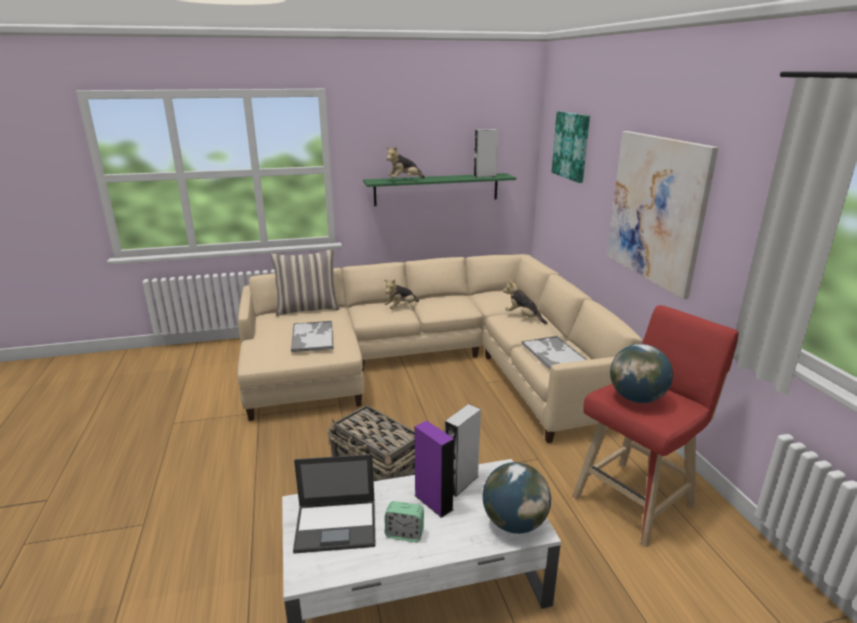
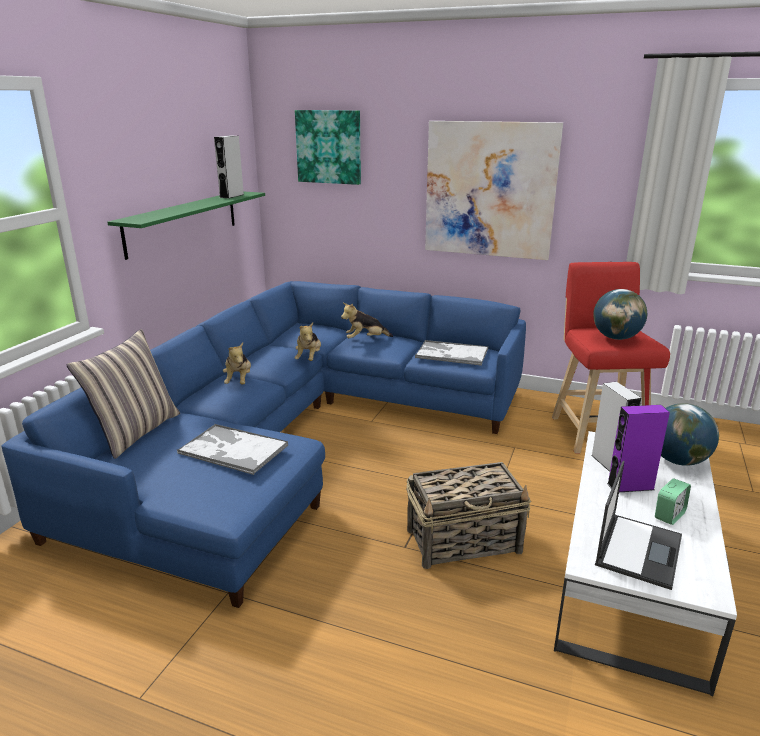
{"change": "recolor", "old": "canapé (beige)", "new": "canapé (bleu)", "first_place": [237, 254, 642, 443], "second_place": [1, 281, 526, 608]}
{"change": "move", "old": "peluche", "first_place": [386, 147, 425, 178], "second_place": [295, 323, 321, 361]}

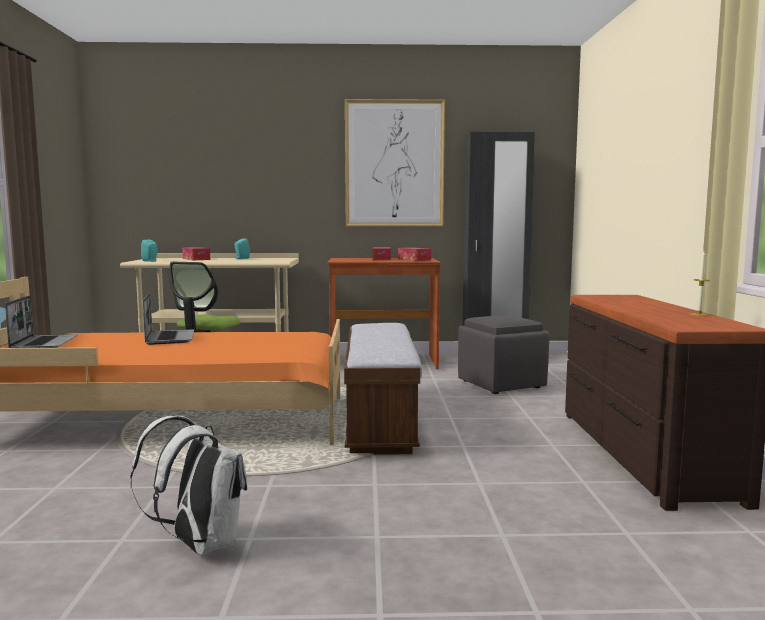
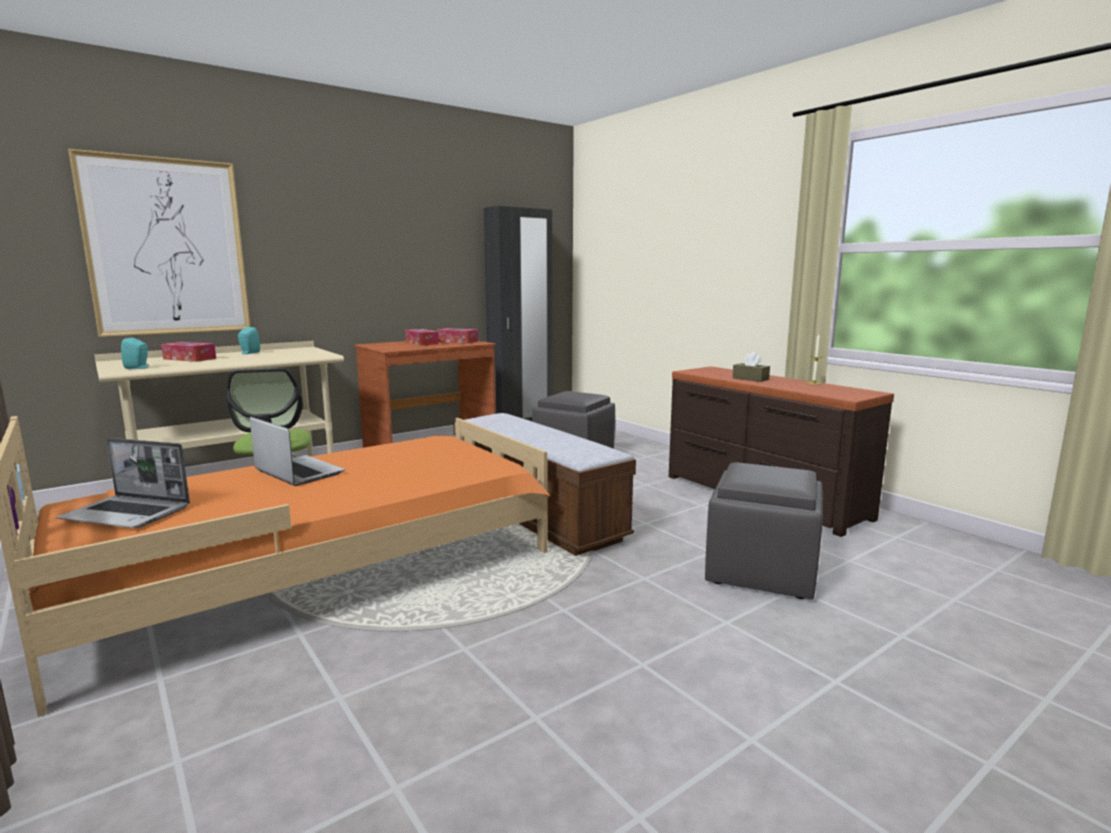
{"change": "rotate", "old": "ordinateur portable", "first_place": [5, 295, 78, 348], "second_place": [56, 438, 190, 528], "degrees": 150}
{"change": "delete", "old": "sac à dos (blanc)", "first_place": [130, 416, 247, 555]}
{"change": "move", "old": "tableau", "first_place": [345, 99, 445, 226], "second_place": [68, 149, 250, 337]}
{"change": "insert", "new": "pouf (gris)", "second_place": [705, 462, 823, 599]}
{"change": "insert", "new": "boîte à mouchoirs (marron)", "second_place": [732, 352, 770, 382]}

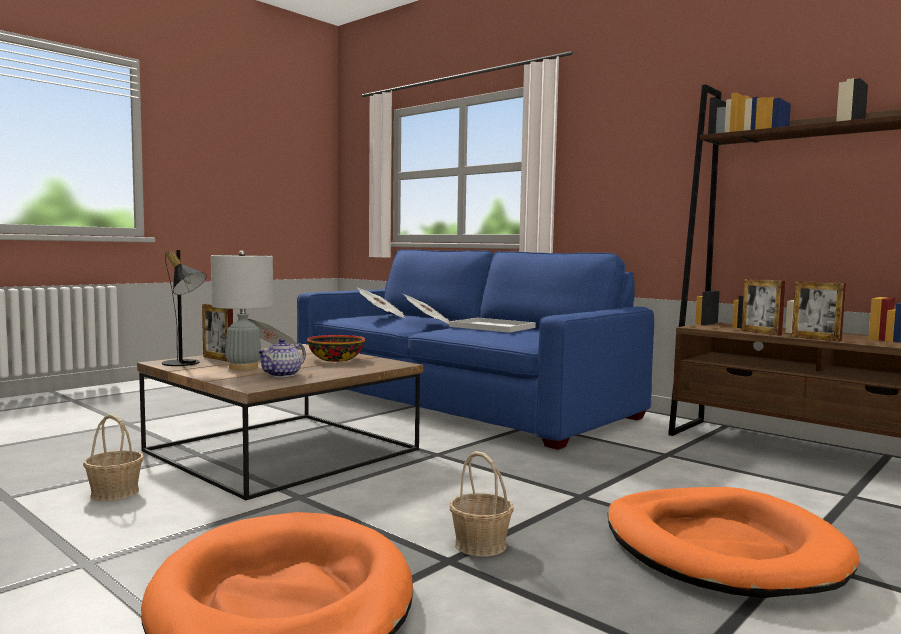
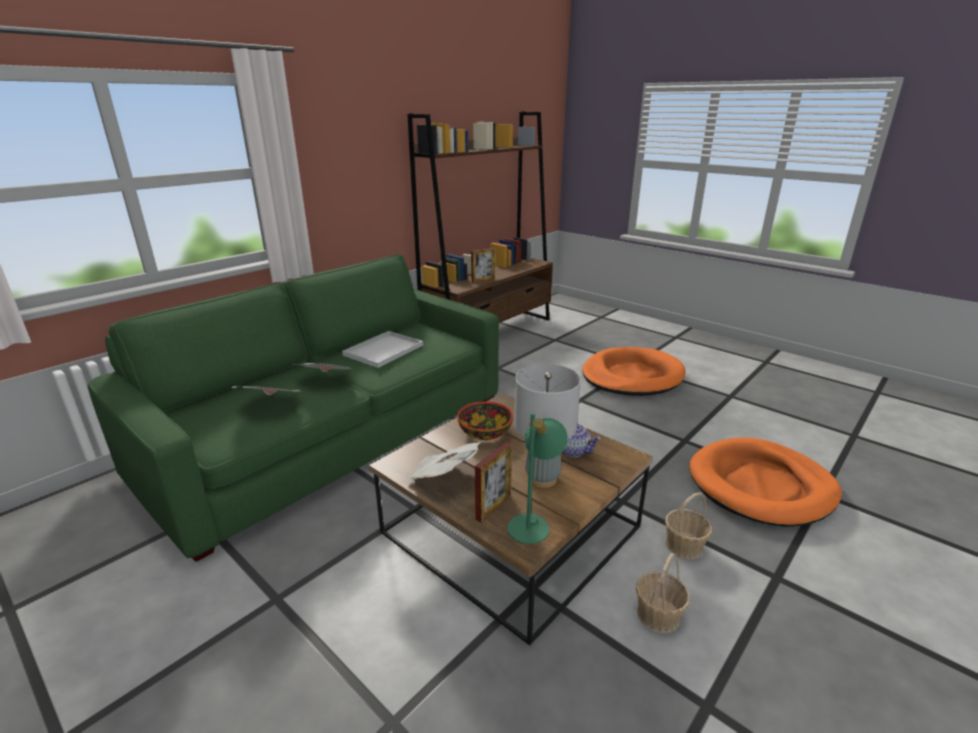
{"change": "recolor", "old": "lampe de table (noir)", "new": "lampe de table (vert)", "first_place": [162, 250, 207, 366], "second_place": [507, 413, 568, 544]}
{"change": "recolor", "old": "canapé (bleu)", "new": "canapé (vert)", "first_place": [297, 249, 654, 450], "second_place": [88, 254, 499, 562]}
{"change": "move", "old": "panier", "first_place": [450, 451, 514, 557], "second_place": [665, 492, 712, 559]}
{"change": "delete", "old": "cadre photo", "first_place": [792, 281, 846, 342]}

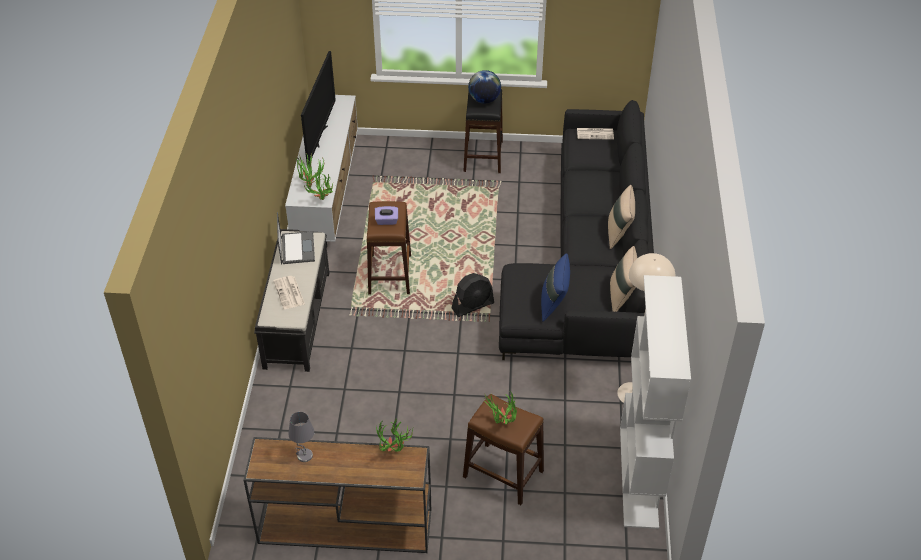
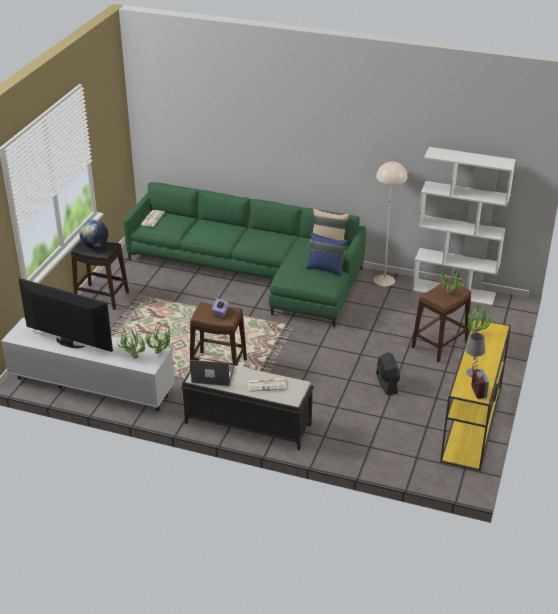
{"change": "recolor", "old": "table console (marron)", "new": "table console (jaune)", "first_place": [243, 437, 431, 553], "second_place": [440, 318, 511, 471]}
{"change": "move", "old": "ventilateur (noir)", "first_place": [452, 273, 494, 317], "second_place": [376, 352, 400, 395]}
{"change": "recolor", "old": "canapé (noir)", "new": "canapé (vert)", "first_place": [499, 100, 654, 360], "second_place": [124, 182, 366, 327]}
{"change": "delete", "old": "coussin (beige)", "first_place": [608, 185, 635, 249]}
{"change": "insert", "new": "réveil", "second_place": [471, 369, 489, 399]}

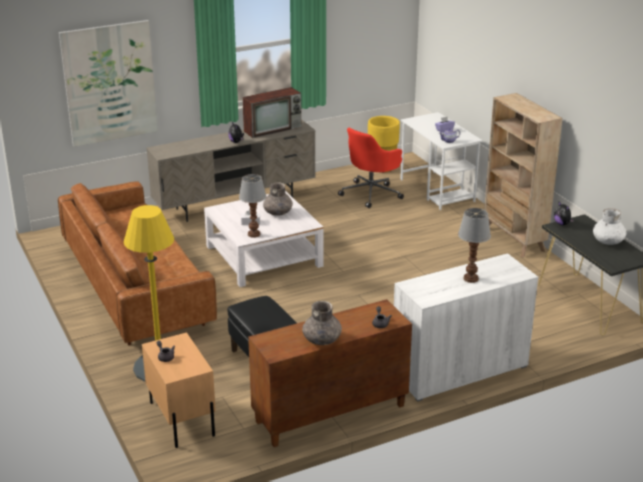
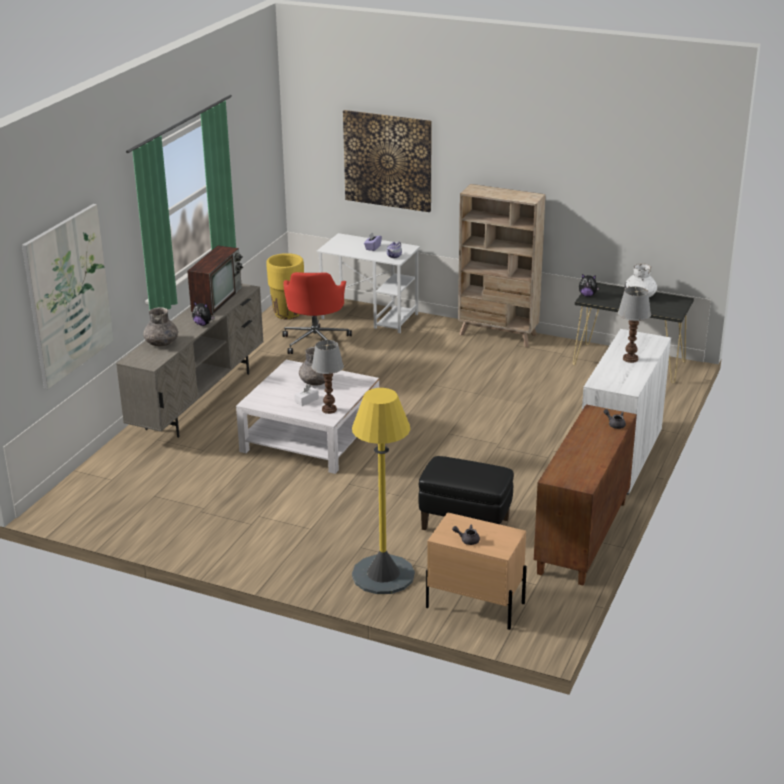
{"change": "delete", "old": "canapé (marron)", "first_place": [58, 181, 217, 345]}
{"change": "move", "old": "vase (gris)", "first_place": [302, 301, 342, 345], "second_place": [143, 307, 178, 346]}
{"change": "insert", "new": "tableau", "second_place": [343, 110, 432, 212]}

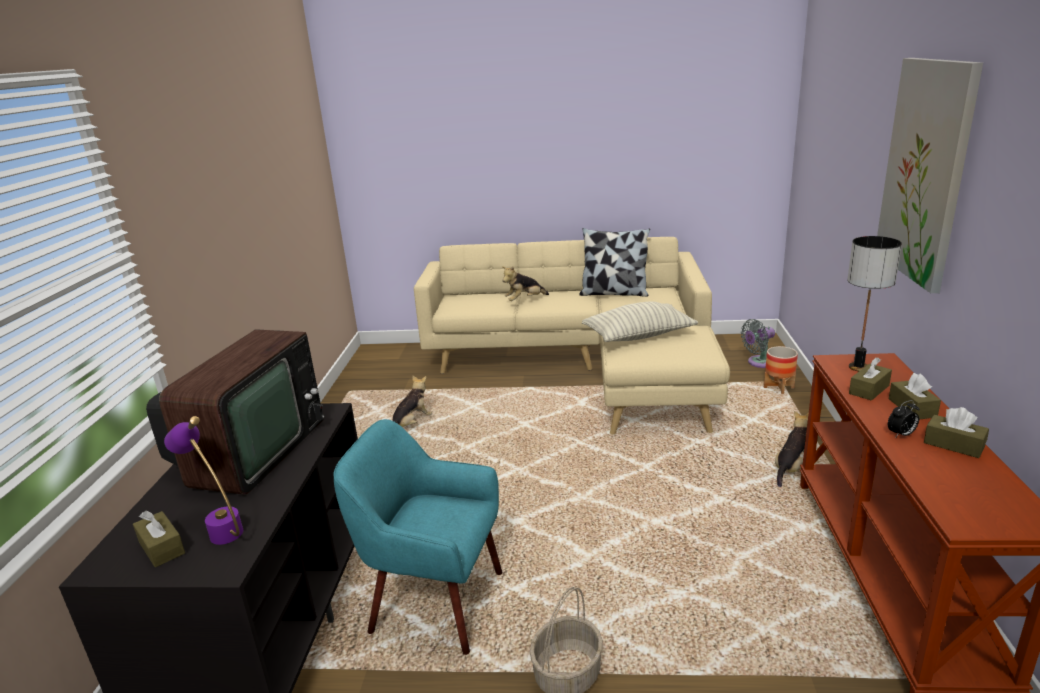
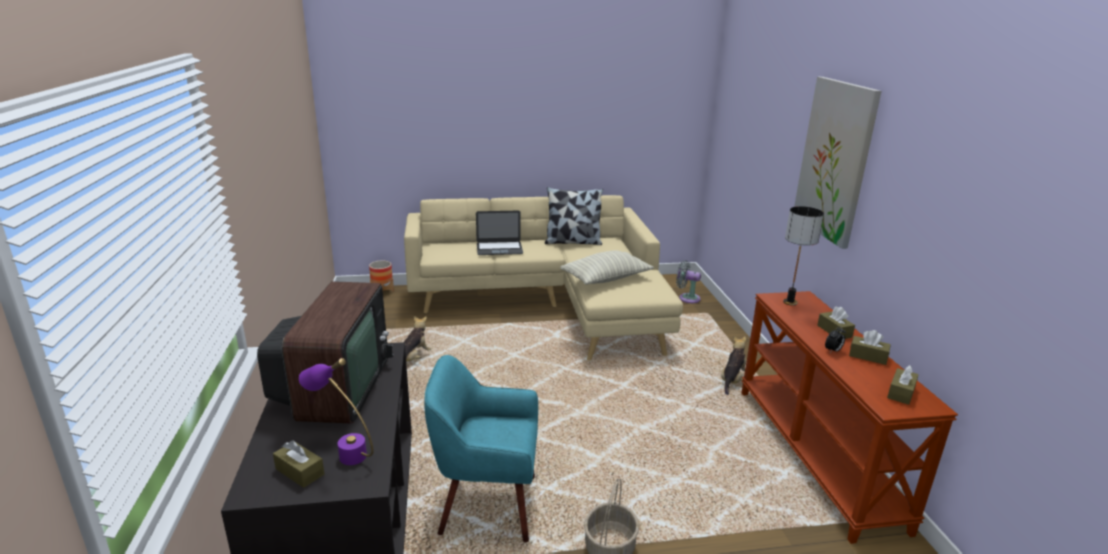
{"change": "replace", "old": "peluche", "new": "ordinateur portable", "first_place": [502, 266, 549, 301], "second_place": [476, 211, 523, 255]}
{"change": "rotate", "old": "ventilateur (gris)", "first_place": [741, 319, 775, 368], "second_place": [676, 260, 701, 303], "degrees": 60}
{"change": "move", "old": "cache-pot", "first_place": [764, 346, 798, 394], "second_place": [369, 260, 394, 292]}
{"change": "move", "old": "boîte à mouchoirs (marron)", "first_place": [849, 357, 892, 401], "second_place": [887, 365, 919, 405]}

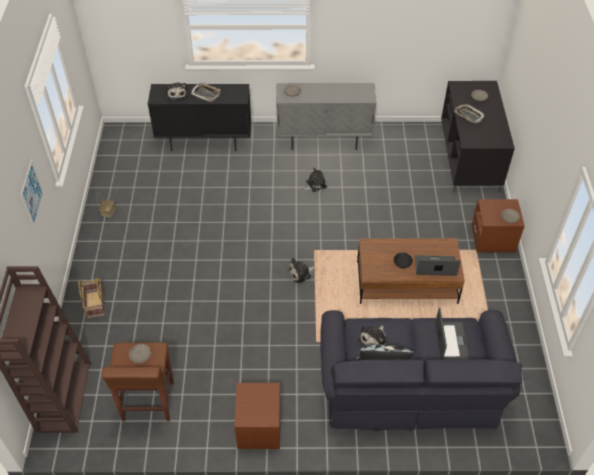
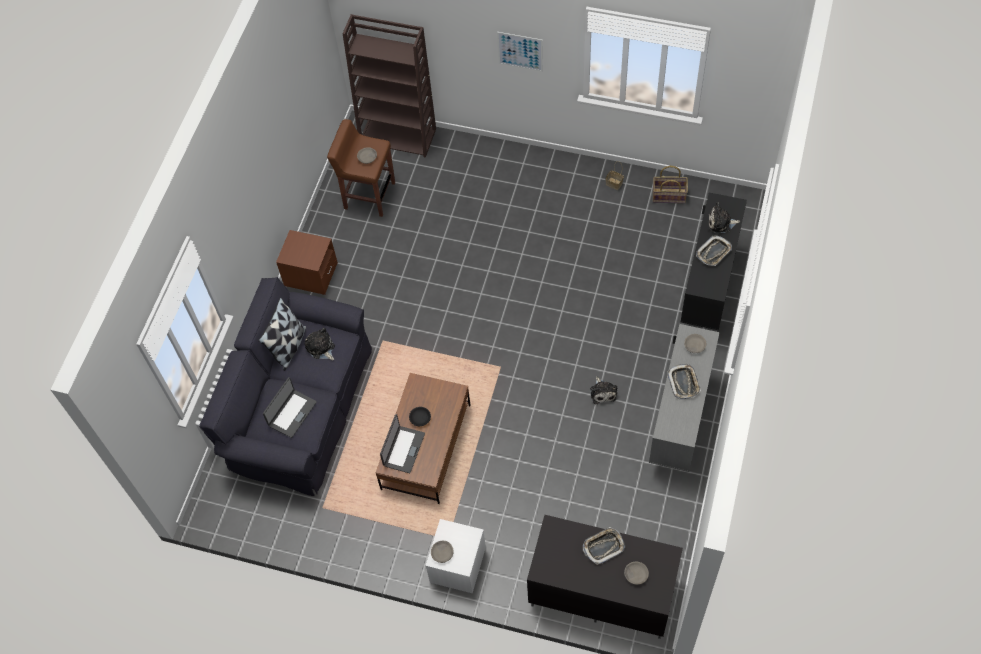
{"change": "move", "old": "panier", "first_place": [78, 278, 105, 318], "second_place": [653, 166, 688, 203]}
{"change": "delete", "old": "peluche", "first_place": [288, 257, 315, 283]}
{"change": "rotate", "old": "ordinateur portable", "first_place": [435, 308, 469, 360], "second_place": [263, 377, 317, 438], "degrees": -75}
{"change": "recolor", "old": "table de chevet (marron)", "new": "table de chevet (blanc)", "first_place": [471, 199, 525, 253], "second_place": [425, 519, 486, 593]}
{"change": "insert", "new": "plateau", "second_place": [667, 364, 701, 399]}

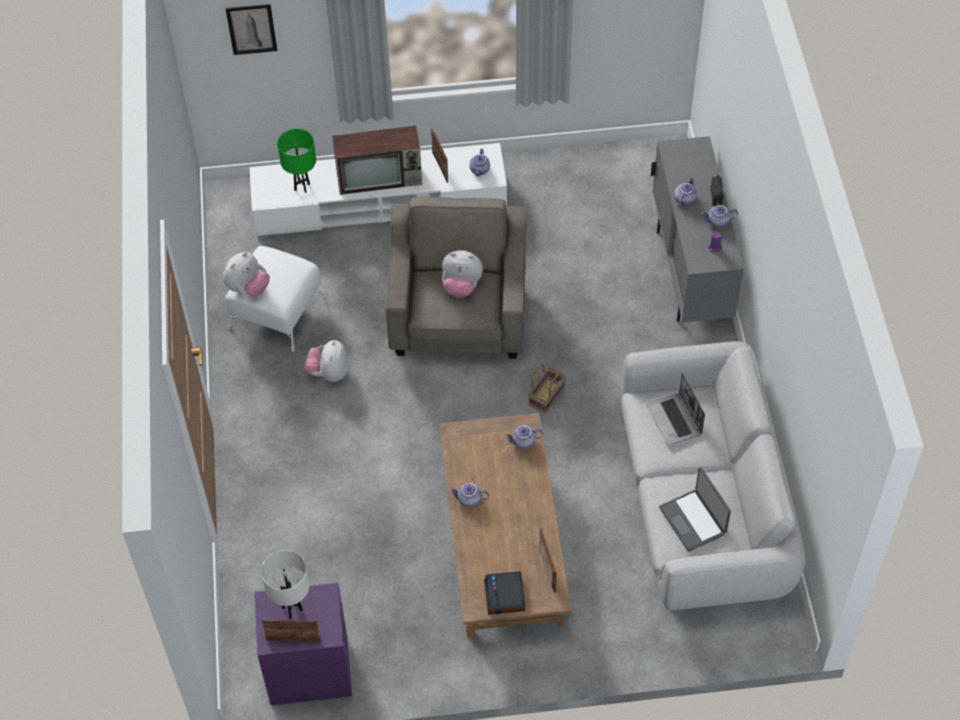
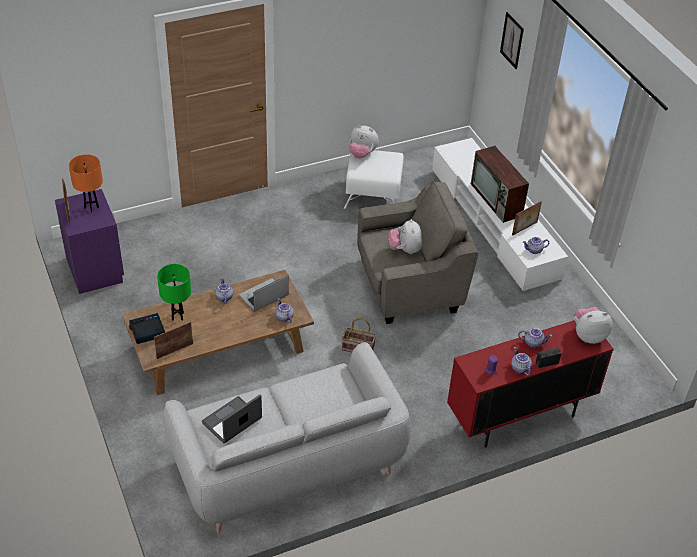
{"change": "recolor", "old": "lampe de table (blanc)", "new": "lampe de table (orange)", "first_place": [261, 550, 309, 619], "second_place": [69, 154, 103, 213]}
{"change": "move", "old": "lampe de table (vert)", "first_place": [277, 129, 316, 193], "second_place": [157, 264, 191, 321]}
{"change": "move", "old": "peluche", "first_place": [305, 340, 349, 382], "second_place": [574, 307, 613, 344]}
{"change": "move", "old": "ordinateur portable", "first_place": [646, 373, 705, 446], "second_place": [239, 275, 289, 312]}
{"change": "recolor", "old": "meuble de rangement (gris)", "new": "meuble de rangement (rouge)", "first_place": [651, 136, 744, 323], "second_place": [447, 320, 614, 448]}

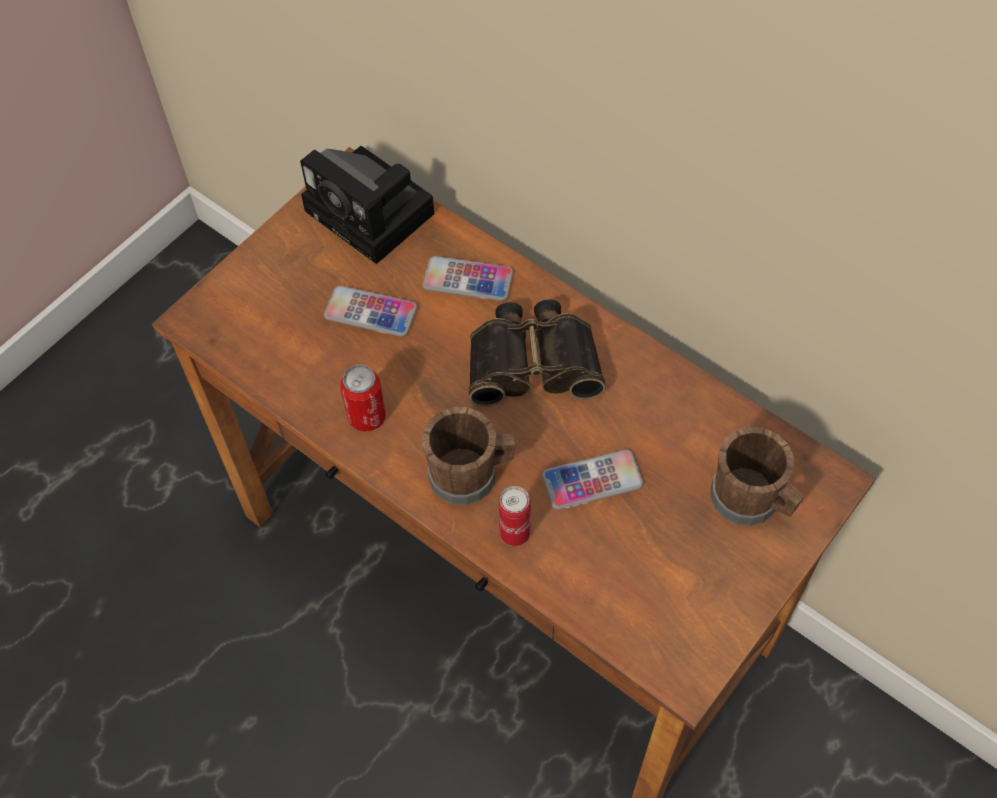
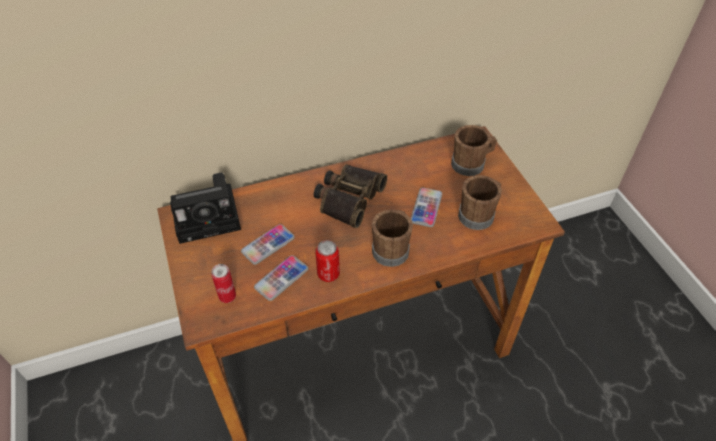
{"change": "move", "old": "téléphone", "first_place": [423, 256, 513, 301], "second_place": [254, 255, 308, 301]}
{"change": "move", "old": "boîte métallique", "first_place": [499, 486, 531, 546], "second_place": [211, 264, 236, 303]}
{"change": "insert", "new": "mug (marron)", "second_place": [458, 175, 502, 230]}

